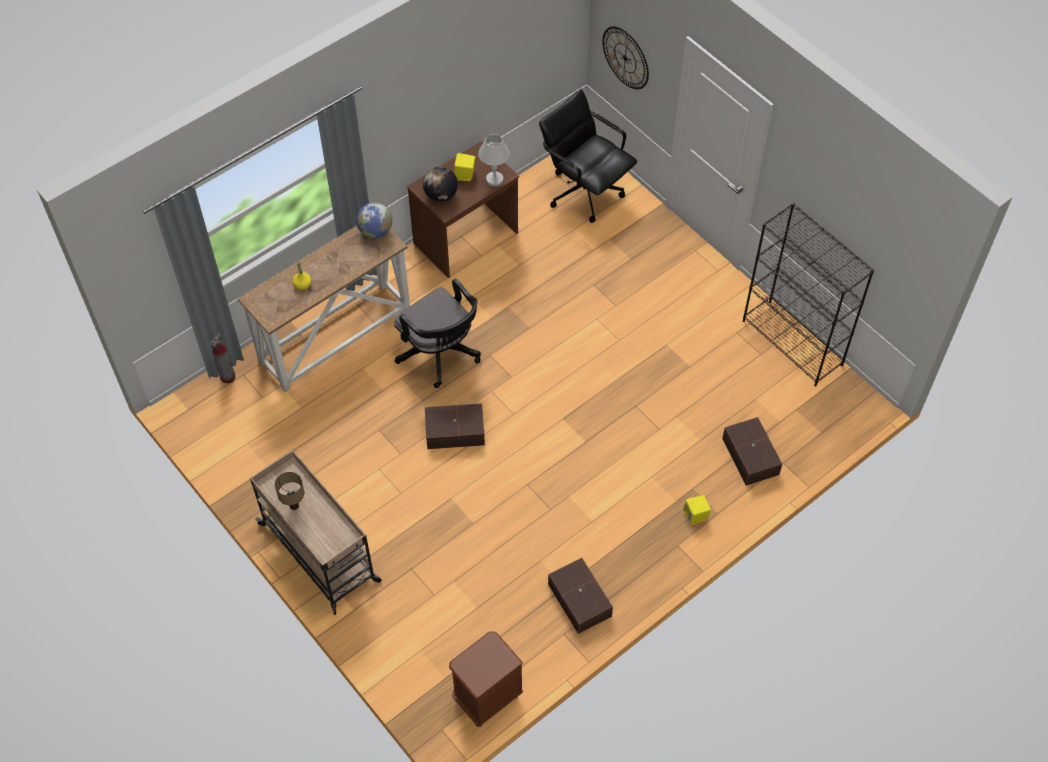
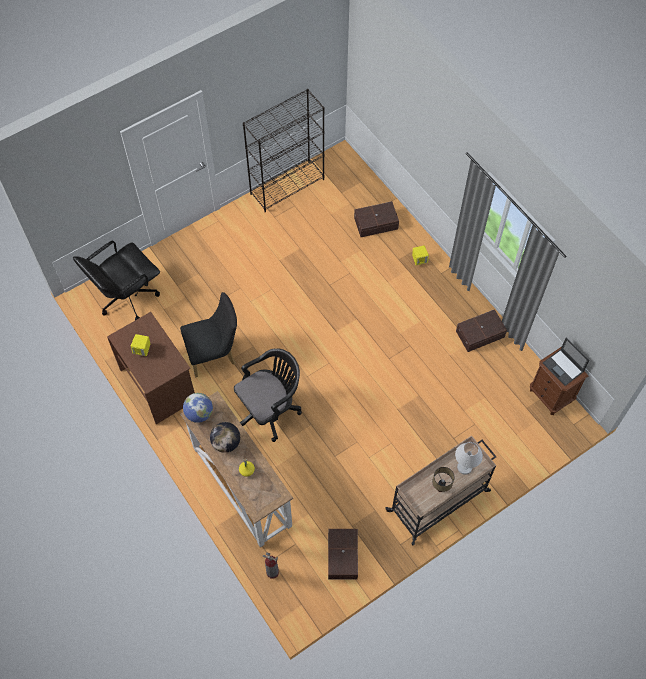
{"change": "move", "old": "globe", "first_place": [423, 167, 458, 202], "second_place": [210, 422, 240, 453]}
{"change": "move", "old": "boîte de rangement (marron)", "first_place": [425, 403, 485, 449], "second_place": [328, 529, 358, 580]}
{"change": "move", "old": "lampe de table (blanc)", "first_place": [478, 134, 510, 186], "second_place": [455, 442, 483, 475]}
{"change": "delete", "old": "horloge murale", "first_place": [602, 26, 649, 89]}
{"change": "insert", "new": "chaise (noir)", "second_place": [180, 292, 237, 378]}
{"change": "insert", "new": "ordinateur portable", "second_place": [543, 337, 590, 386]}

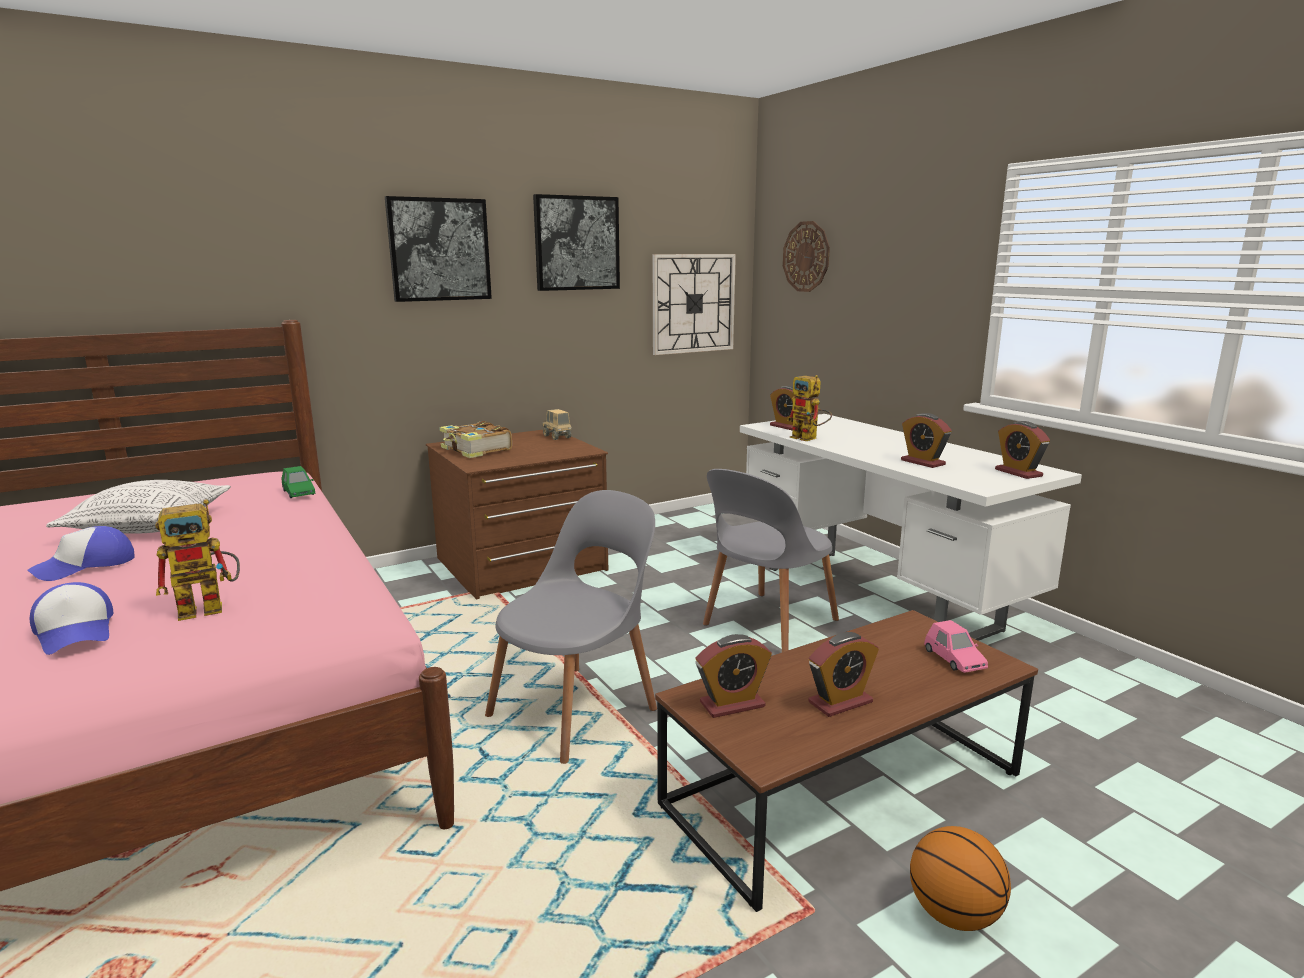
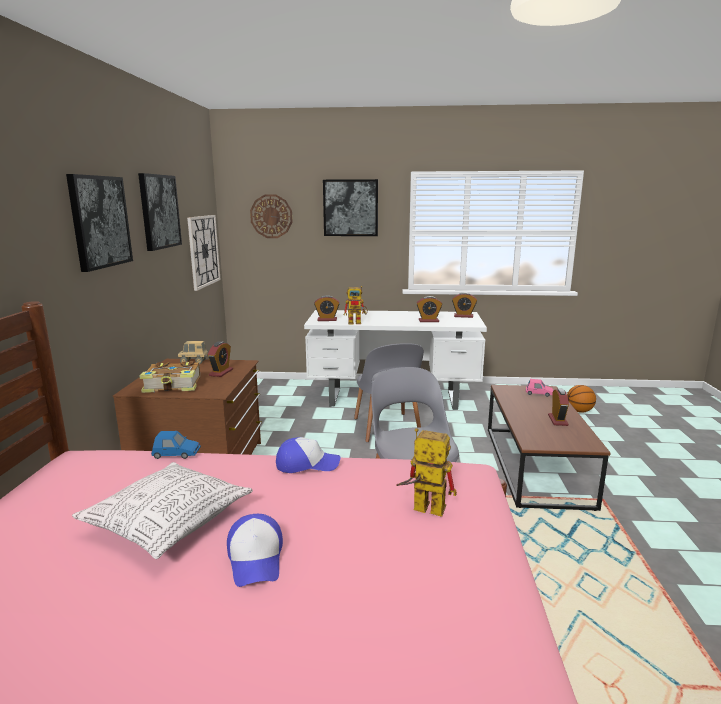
{"change": "move", "old": "casquette", "first_place": [30, 582, 114, 655], "second_place": [276, 437, 340, 473]}
{"change": "rotate", "old": "robot jouet", "first_place": [155, 499, 240, 621], "second_place": [396, 428, 457, 517], "degrees": -75}
{"change": "recolor", "old": "petite voiture (vert)", "new": "petite voiture (bleu)", "first_place": [281, 466, 315, 498], "second_place": [151, 431, 201, 459]}
{"change": "move", "old": "réveil", "first_place": [695, 634, 772, 718], "second_place": [208, 341, 233, 377]}
{"change": "move", "old": "ballon de basket", "first_place": [910, 826, 1011, 931], "second_place": [567, 385, 596, 413]}
{"change": "insert", "new": "tableau", "second_place": [323, 179, 378, 236]}

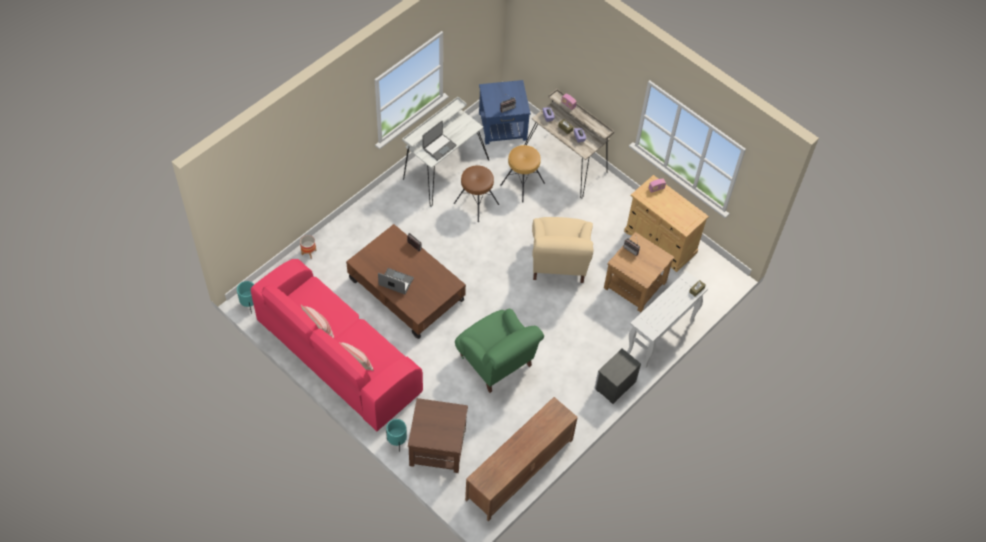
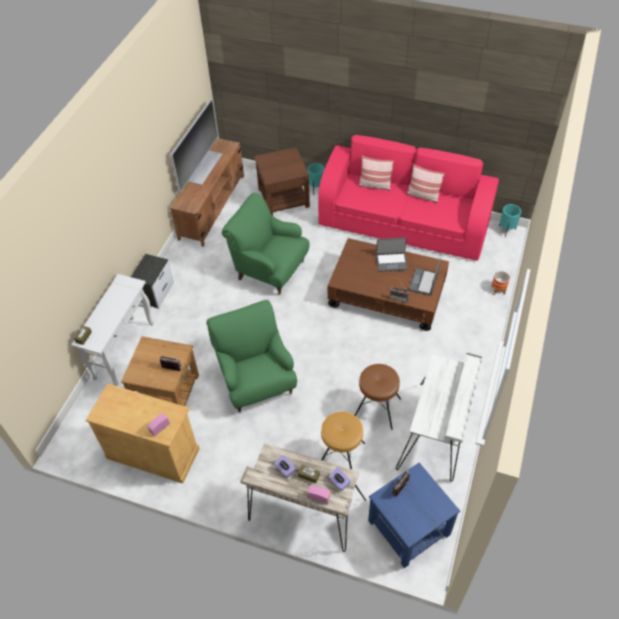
{"change": "move", "old": "ordinateur portable", "first_place": [422, 121, 457, 161], "second_place": [409, 259, 441, 296]}
{"change": "recolor", "old": "fauteuil (beige)", "new": "fauteuil (vert)", "first_place": [532, 217, 594, 283], "second_place": [206, 300, 297, 412]}
{"change": "insert", "new": "téléviseur", "second_place": [170, 98, 222, 193]}

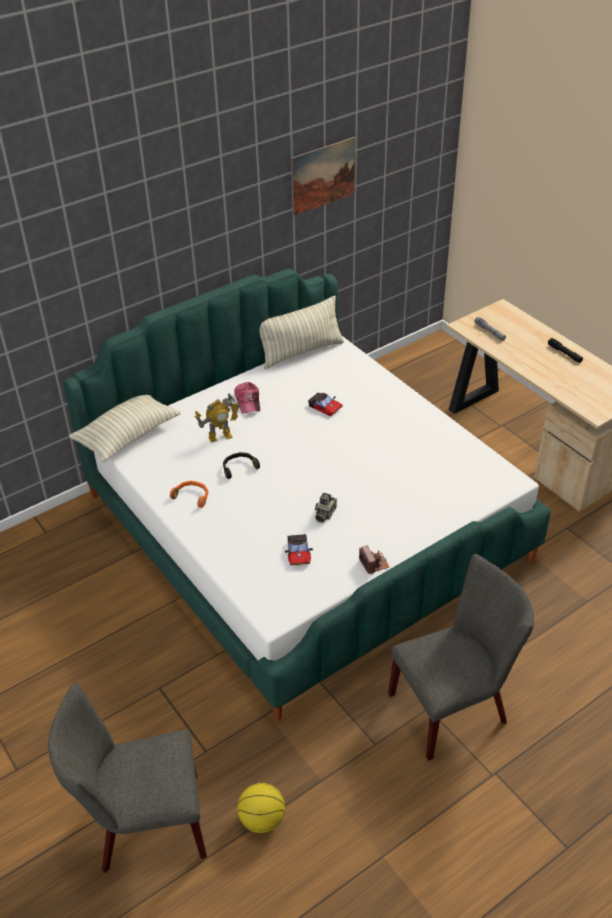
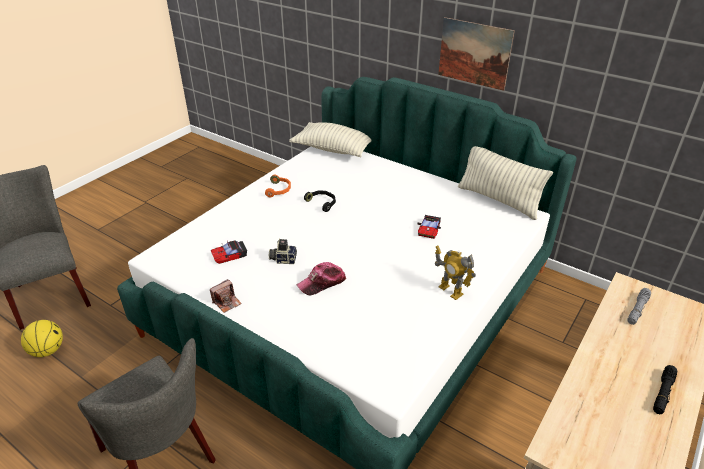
{"change": "move", "old": "robot jouet", "first_place": [194, 393, 241, 443], "second_place": [435, 246, 476, 300]}
{"change": "move", "old": "casquette", "first_place": [234, 382, 260, 414], "second_place": [297, 262, 346, 296]}
{"change": "move", "old": "tableau", "first_place": [292, 137, 355, 216], "second_place": [438, 17, 515, 91]}

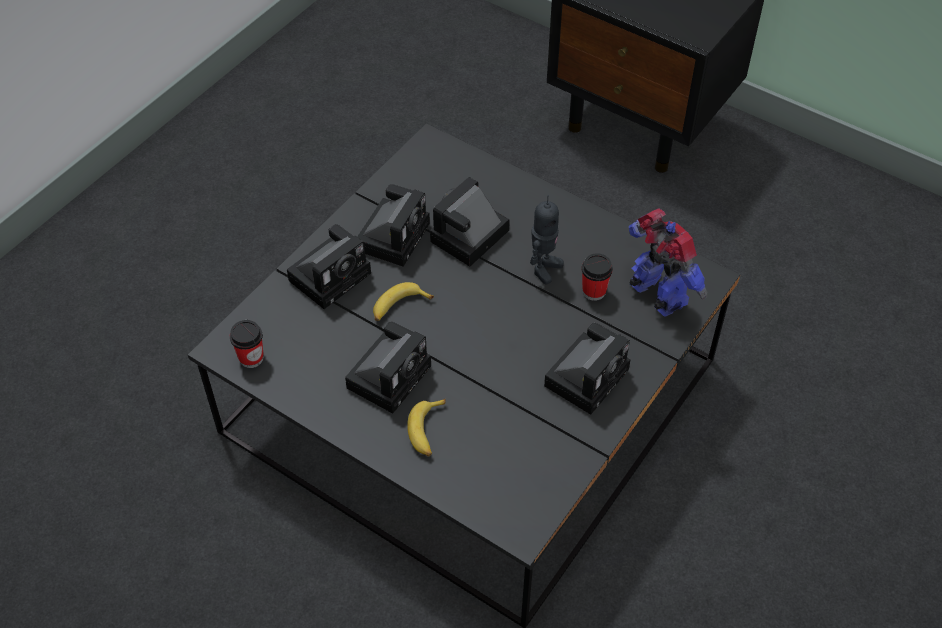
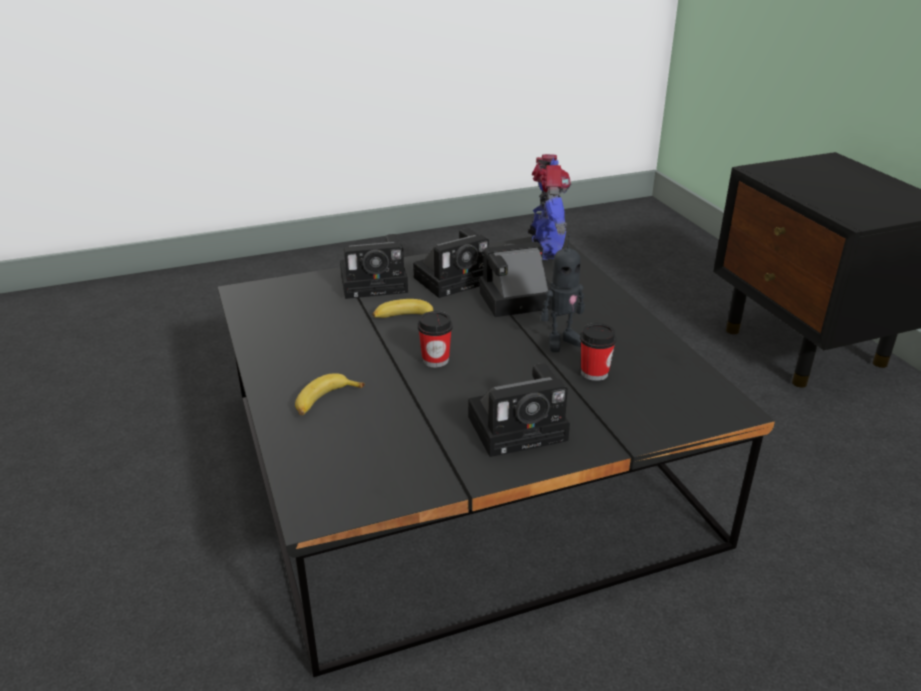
{"change": "move", "old": "tasse", "first_place": [230, 320, 264, 368], "second_place": [418, 311, 453, 368]}
{"change": "delete", "old": "appareil photo", "first_place": [345, 322, 431, 414]}
{"change": "move", "old": "robot jouet", "first_place": [629, 208, 708, 317], "second_place": [528, 154, 571, 260]}

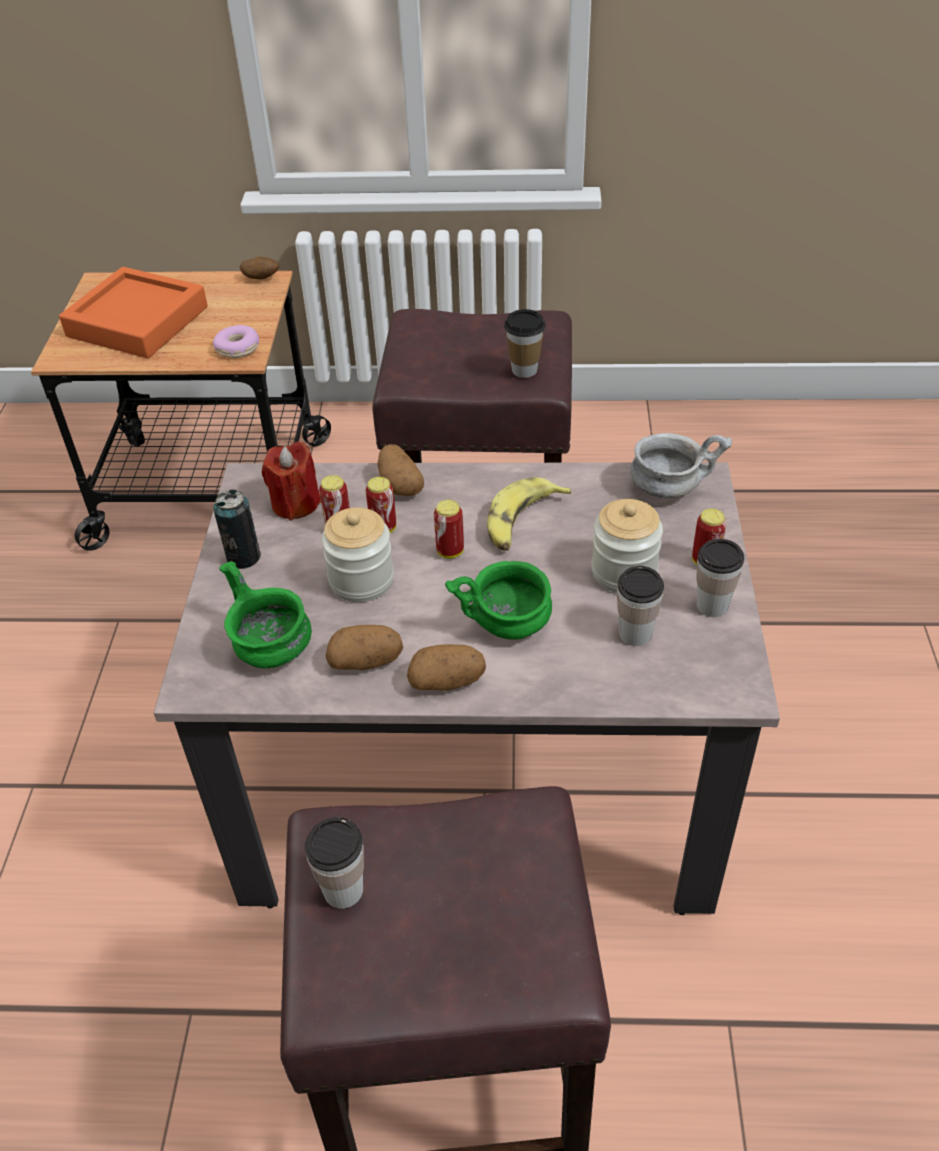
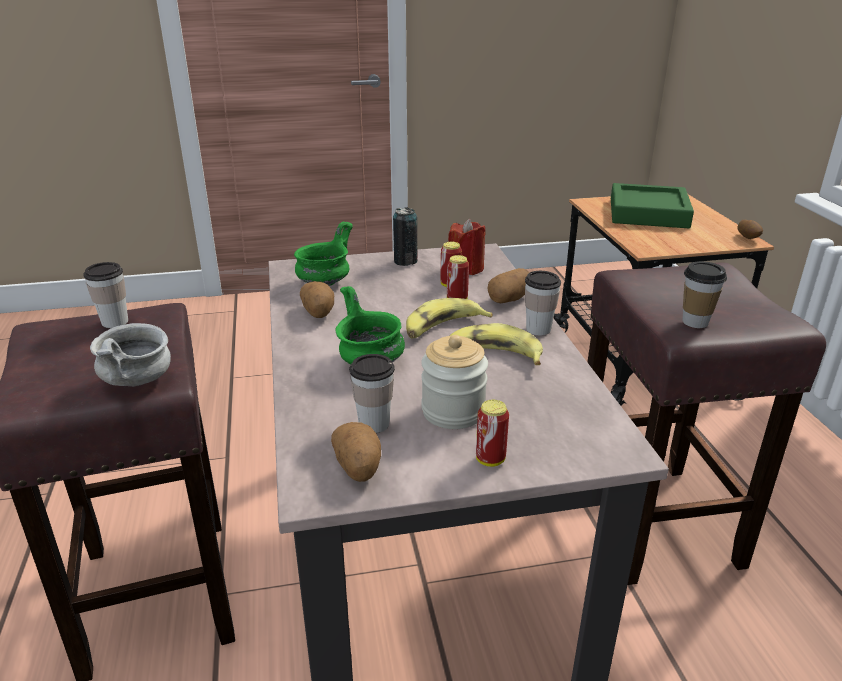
{"change": "recolor", "old": "plateau (orange)", "new": "plateau (vert)", "first_place": [59, 267, 208, 358], "second_place": [611, 183, 694, 228]}
{"change": "delete", "old": "beignet", "first_place": [213, 325, 259, 358]}
{"change": "delete", "old": "bocal", "first_place": [321, 507, 394, 602]}
{"change": "move", "old": "pomme de terre", "first_place": [407, 644, 486, 691], "second_place": [331, 422, 381, 482]}
{"change": "replace", "old": "boîte métallique", "new": "banane", "first_place": [434, 500, 464, 559], "second_place": [406, 298, 493, 338]}
{"change": "move", "old": "bol (gris)", "first_place": [630, 433, 732, 498], "second_place": [90, 323, 171, 386]}
{"change": "move", "old": "tasse", "first_place": [696, 539, 745, 617], "second_place": [525, 271, 561, 335]}

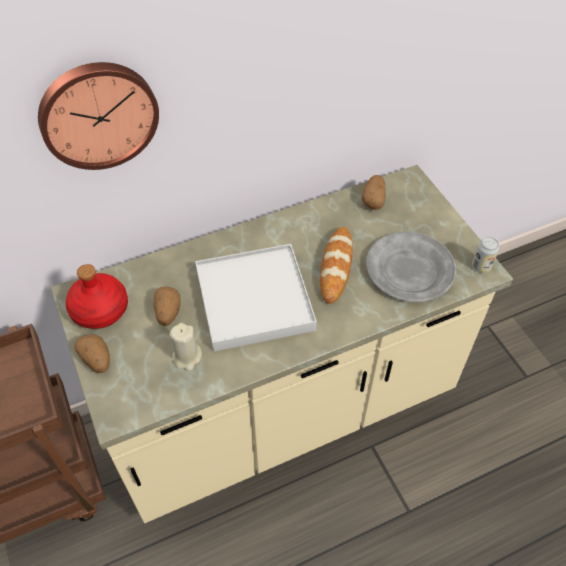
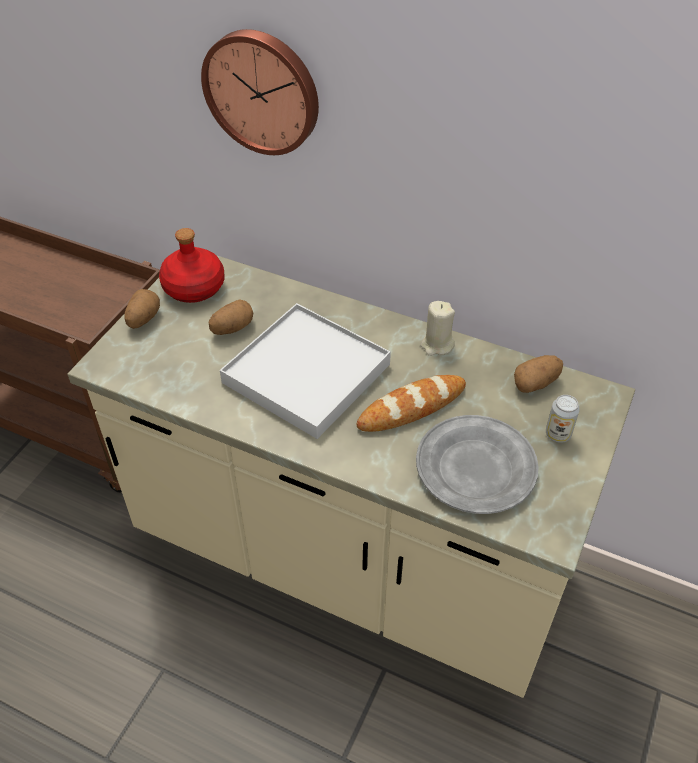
{"change": "move", "old": "bougie (beige)", "first_place": [170, 323, 202, 371], "second_place": [421, 301, 455, 356]}
{"change": "move", "old": "boîte métallique", "first_place": [472, 237, 499, 273], "second_place": [546, 395, 580, 443]}

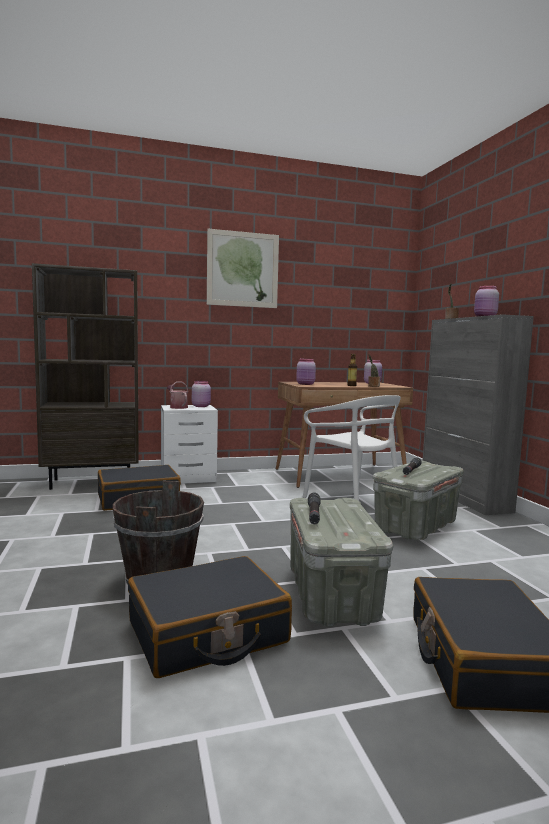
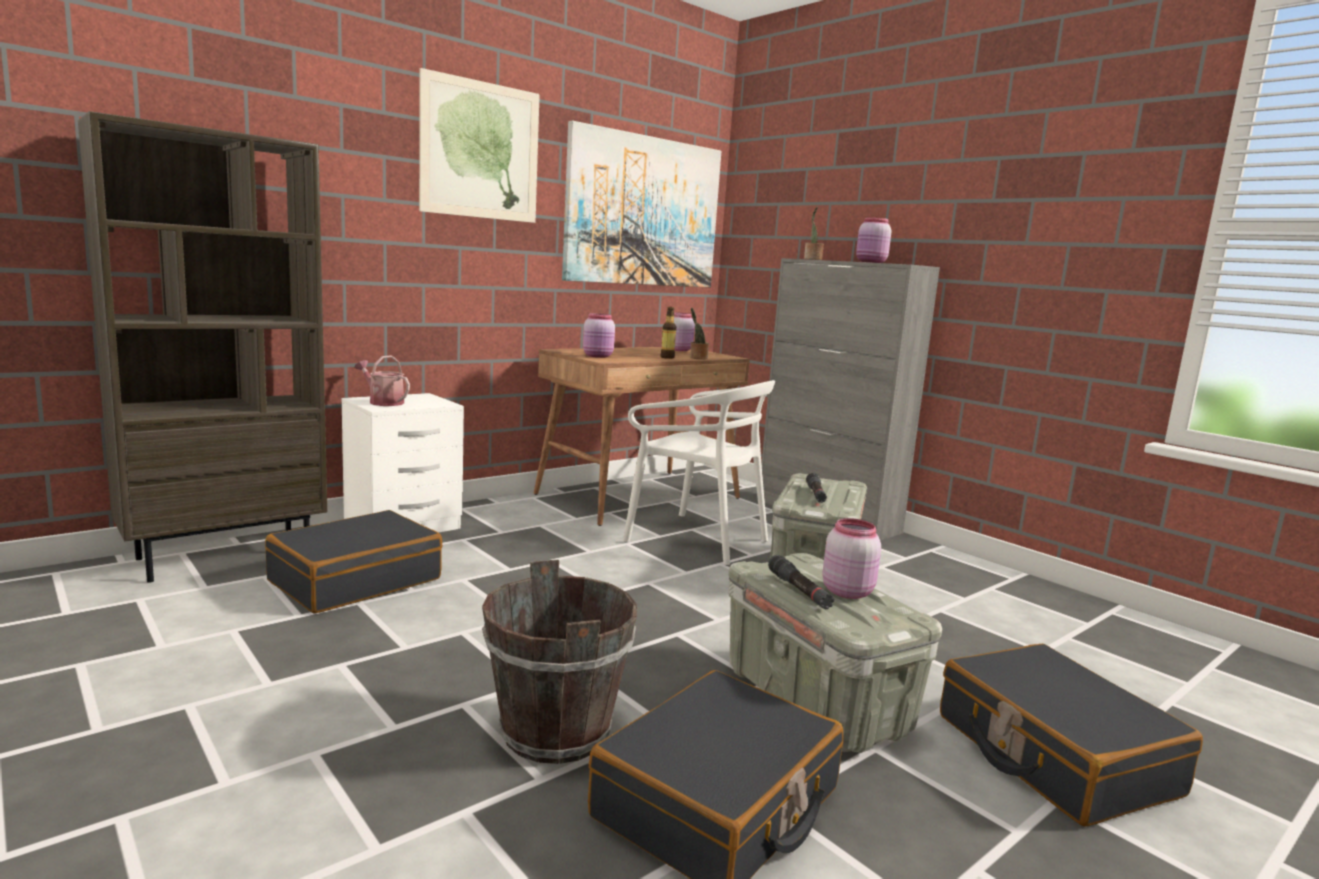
{"change": "move", "old": "bocal (rose)", "first_place": [192, 381, 211, 407], "second_place": [822, 518, 881, 599]}
{"change": "insert", "new": "tableau", "second_place": [562, 121, 721, 288]}

